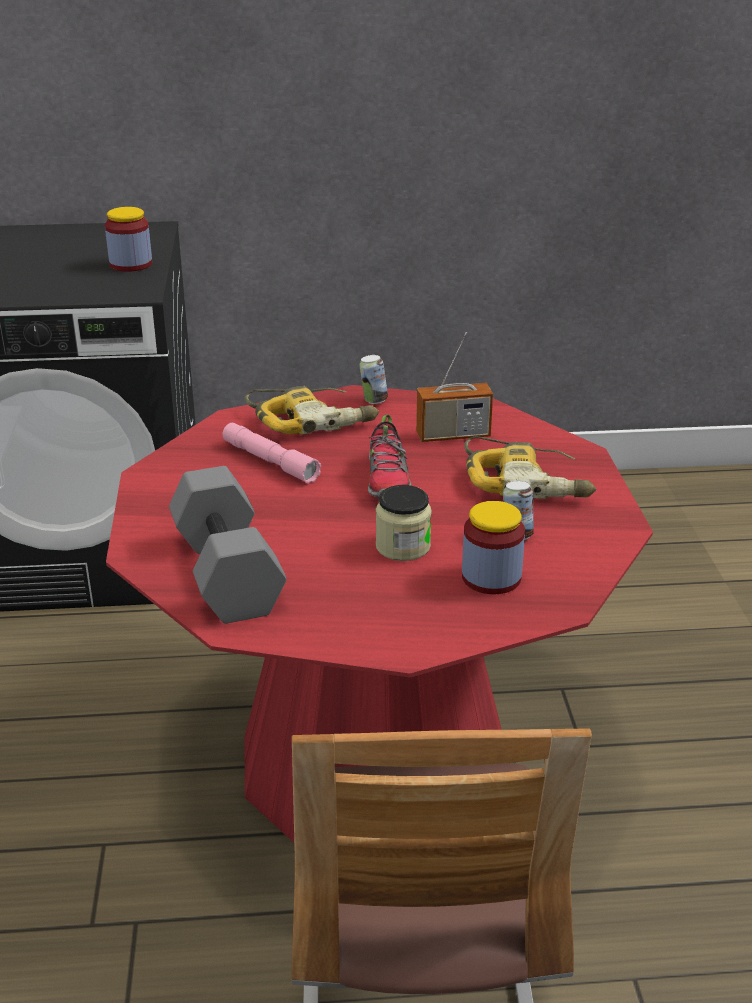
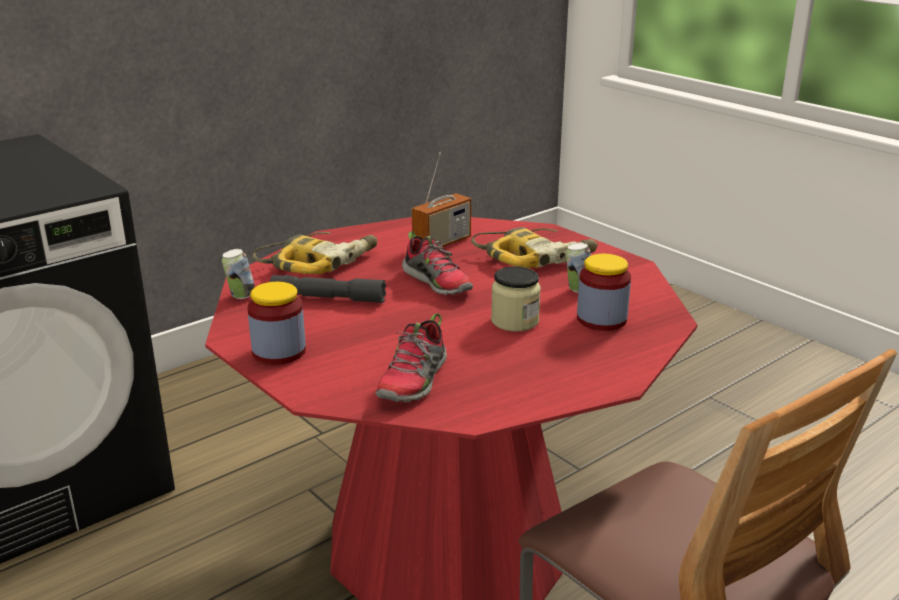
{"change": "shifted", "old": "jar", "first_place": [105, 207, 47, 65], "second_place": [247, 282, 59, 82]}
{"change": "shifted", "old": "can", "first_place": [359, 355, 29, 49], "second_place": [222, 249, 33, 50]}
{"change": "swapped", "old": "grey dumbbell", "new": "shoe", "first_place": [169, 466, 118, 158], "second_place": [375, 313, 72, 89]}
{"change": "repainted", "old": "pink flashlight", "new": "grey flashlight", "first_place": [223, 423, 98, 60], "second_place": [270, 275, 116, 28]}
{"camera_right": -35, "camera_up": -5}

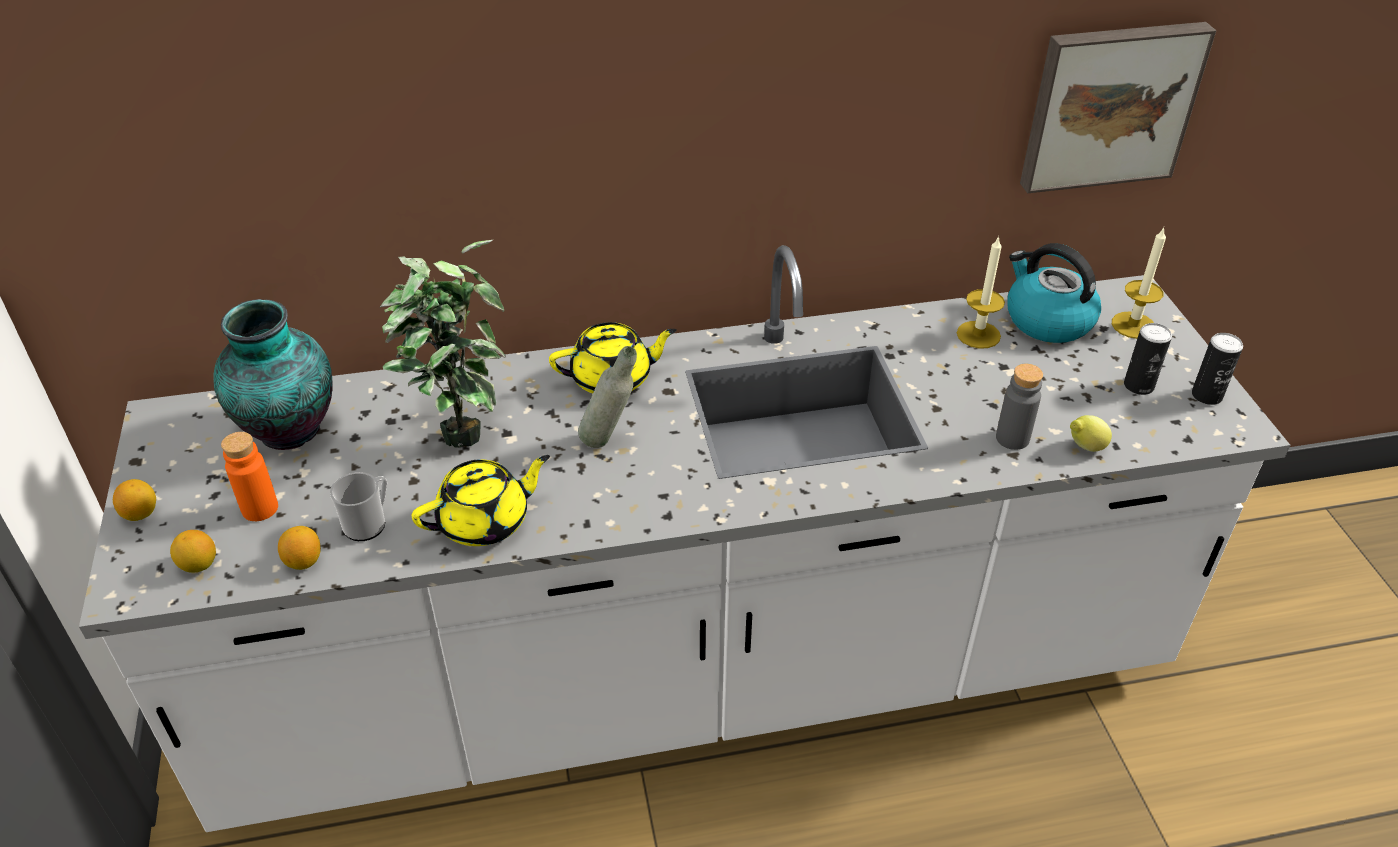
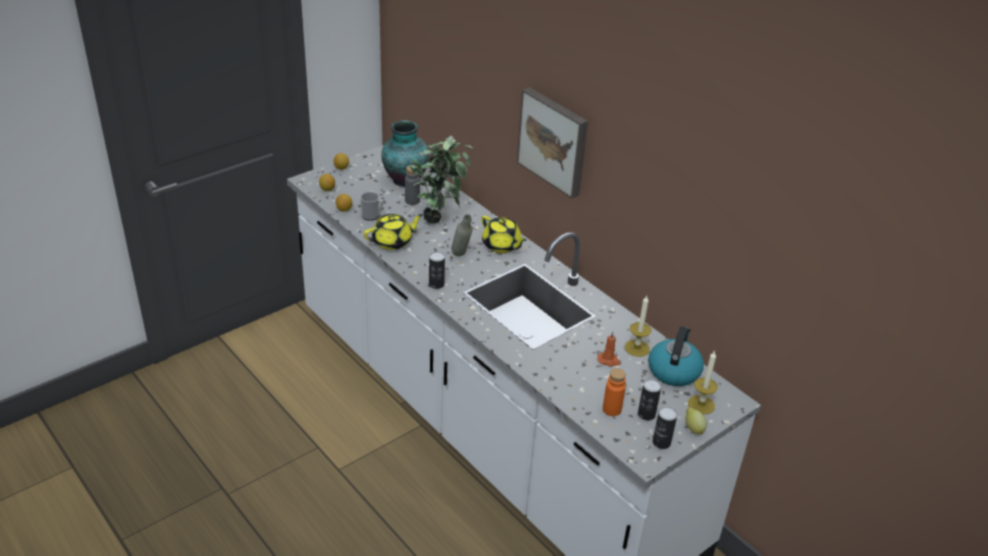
{"change": "new", "new": "can", "second_place": [429, 252, 16, 37]}
{"change": "new", "new": "orange candle", "second_place": [597, 332, 24, 34]}
{"change": "shifted", "old": "orange bottle", "first_place": [221, 432, 57, 89], "second_place": [603, 368, 23, 48]}
{"change": "shifted", "old": "grey bottle", "first_place": [996, 364, 47, 86], "second_place": [405, 165, 15, 40]}
{"change": "shifted", "old": "picture", "first_place": [1020, 22, 196, 171], "second_place": [517, 87, 71, 112]}
{"change": "shifted", "old": "lemon", "first_place": [1070, 415, 42, 37], "second_place": [686, 407, 21, 27]}
{"change": "rotated", "old": "yellow teapot", "first_place": [412, 455, 138, 91], "second_place": [364, 214, 59, 36], "degrees": -60}
{"camera_right": 60, "camera_up": -5}

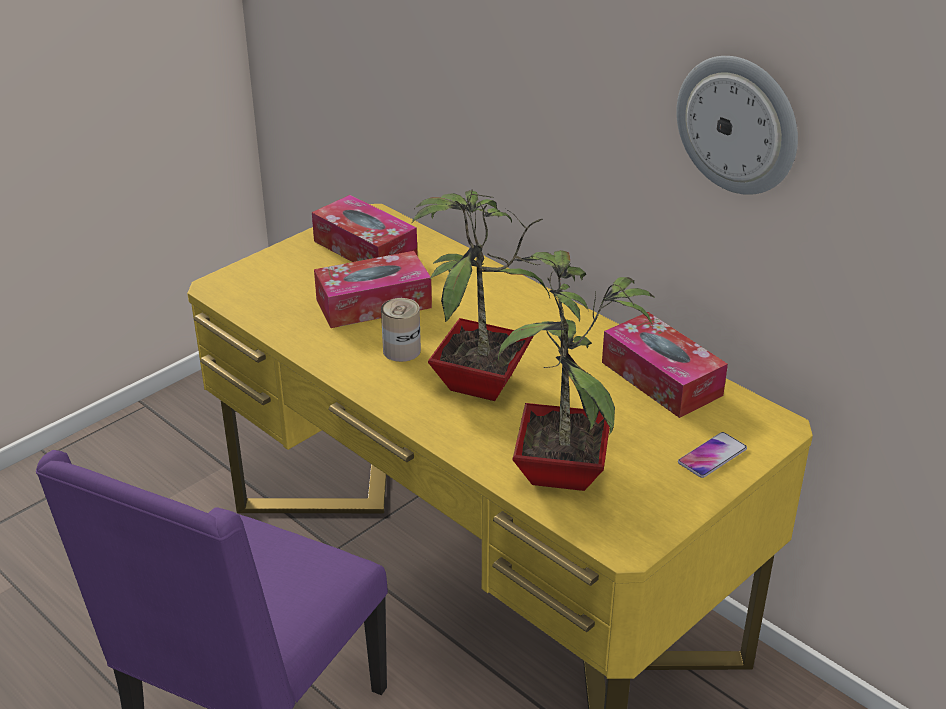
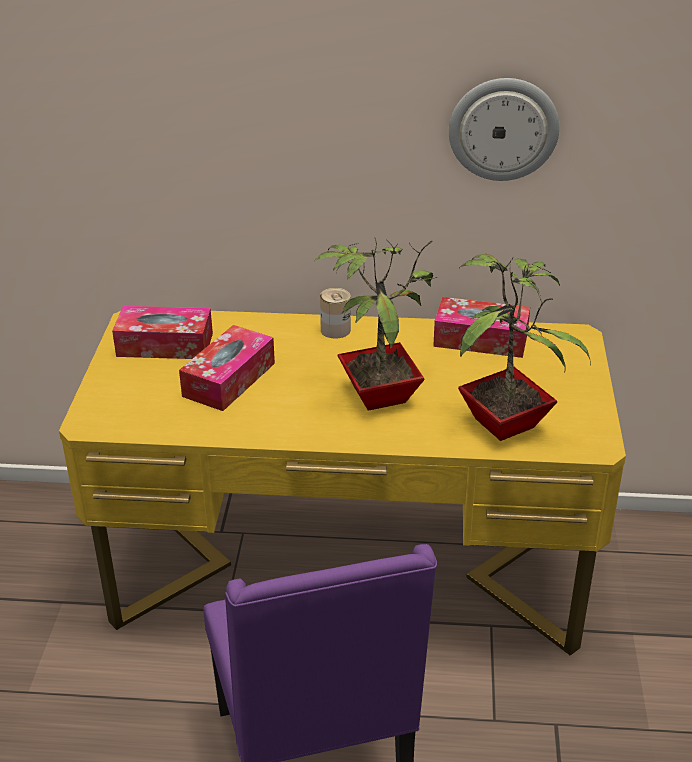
{"change": "gone", "old": "phone", "first_place": [678, 432, 69, 46]}
{"change": "shifted", "old": "can", "first_place": [381, 298, 40, 64], "second_place": [320, 288, 31, 50]}
{"camera_right": -40, "camera_up": 0}

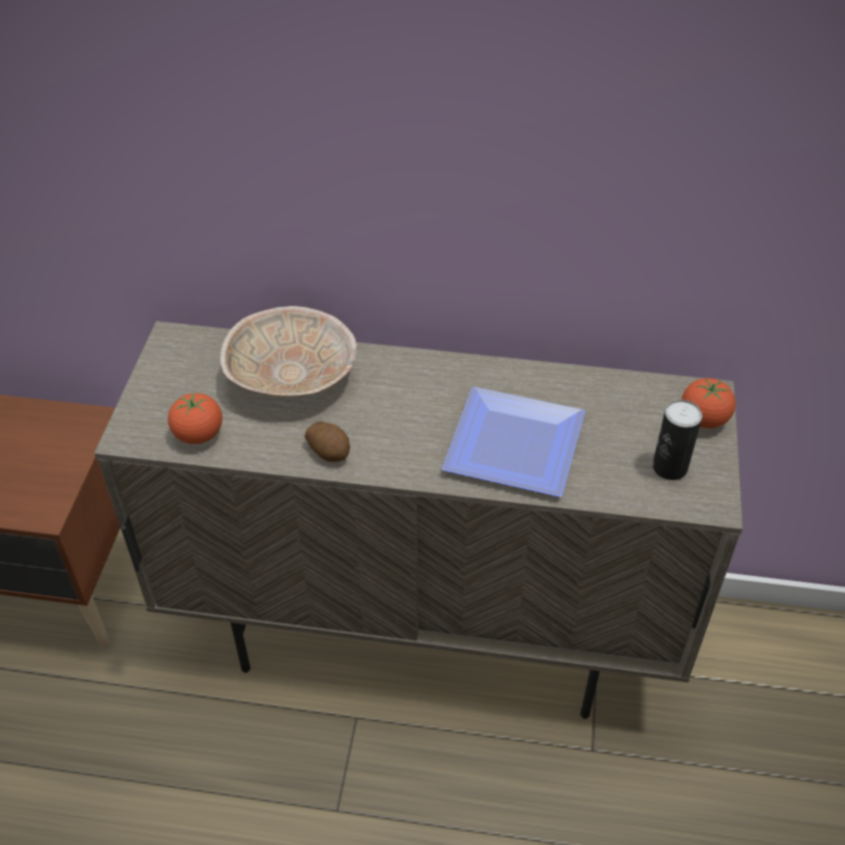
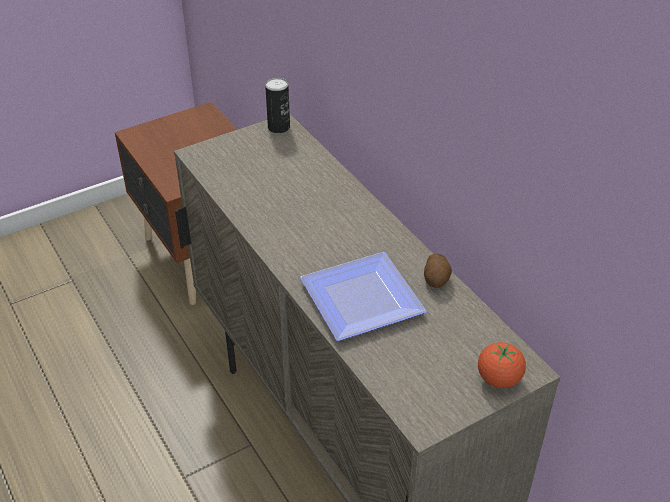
{"change": "gone", "old": "tomato", "first_place": [168, 392, 54, 52]}
{"change": "gone", "old": "beige bowl", "first_place": [220, 306, 137, 91]}
{"change": "shifted", "old": "potato", "first_place": [305, 421, 45, 41], "second_place": [424, 254, 28, 34]}
{"change": "shifted", "old": "can", "first_place": [653, 400, 49, 80], "second_place": [265, 78, 25, 55]}
{"camera_right": 50, "camera_up": -5}

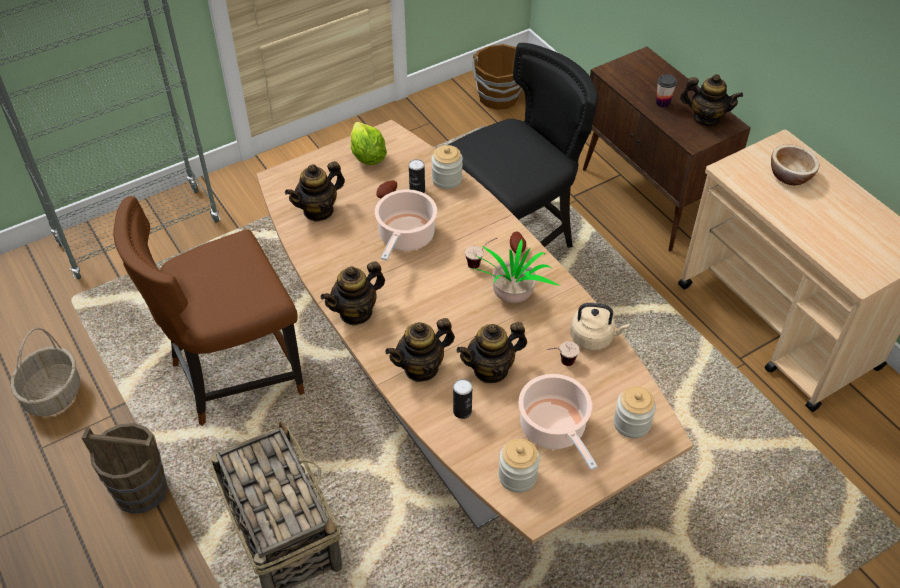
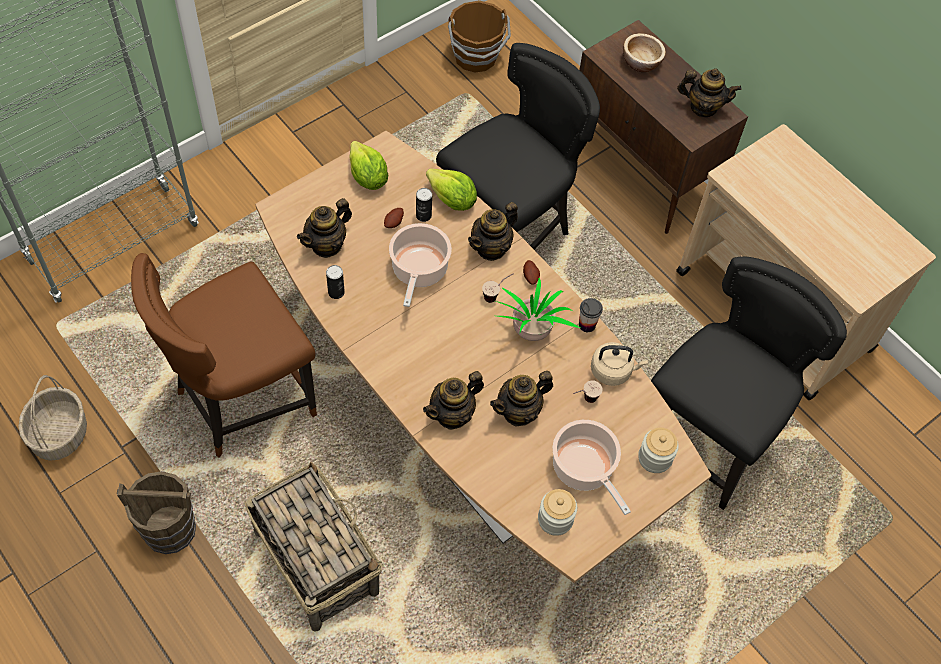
{"change": "new", "new": "black chair", "second_place": [651, 256, 196, 254]}
{"change": "shifted", "old": "teapot", "first_place": [320, 261, 65, 64], "second_place": [468, 202, 50, 59]}
{"change": "shifted", "old": "can", "first_place": [453, 379, 19, 40], "second_place": [326, 265, 19, 34]}
{"change": "shifted", "old": "cup", "first_place": [656, 74, 21, 34], "second_place": [579, 298, 24, 34]}
{"change": "shifted", "old": "bowl", "first_place": [771, 144, 48, 41], "second_place": [623, 33, 43, 39]}
{"change": "swapped", "old": "jar", "new": "lettuce", "first_place": [431, 145, 32, 44], "second_place": [426, 168, 51, 43]}
{"camera_right": -10, "camera_up": 10}

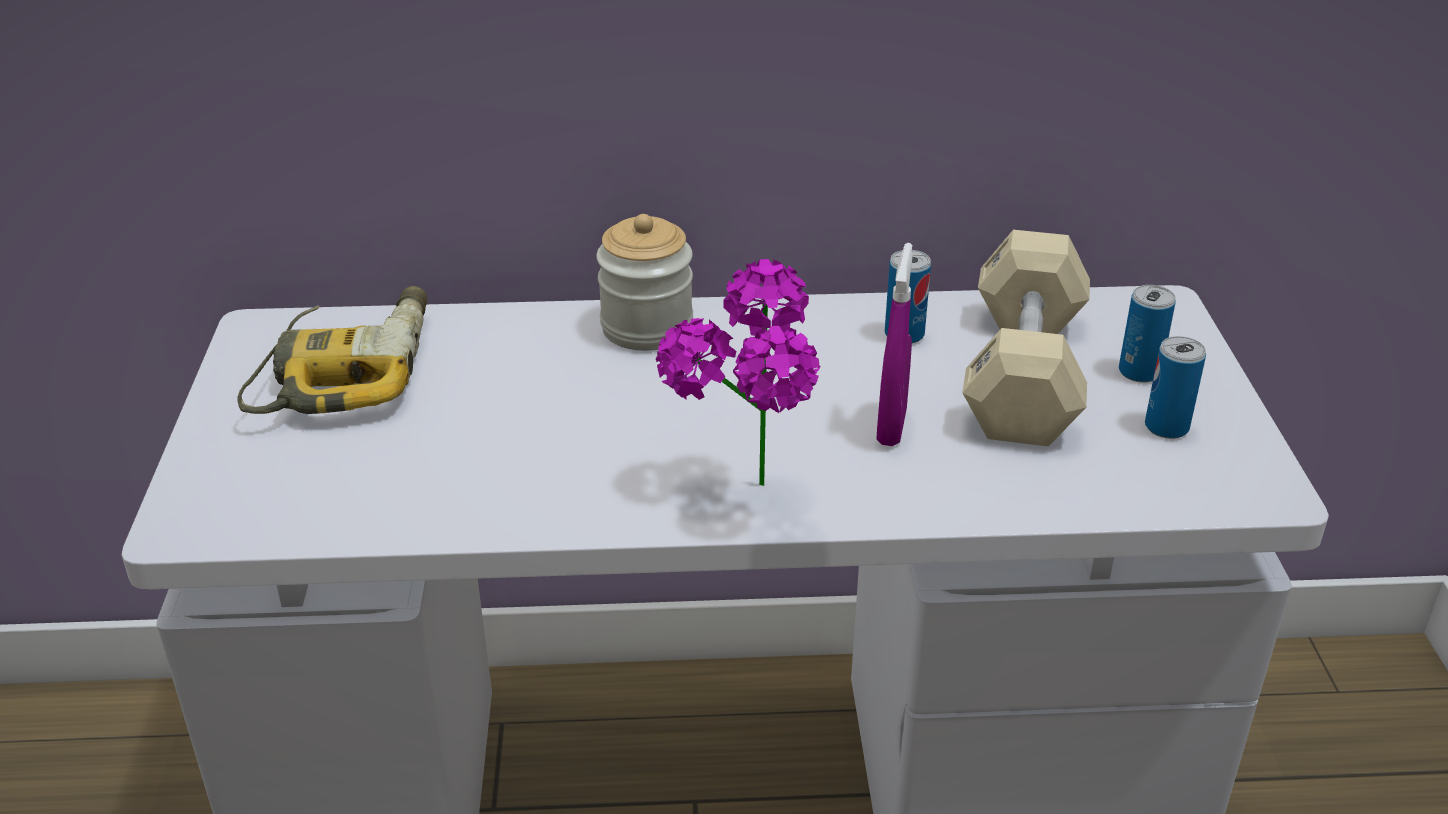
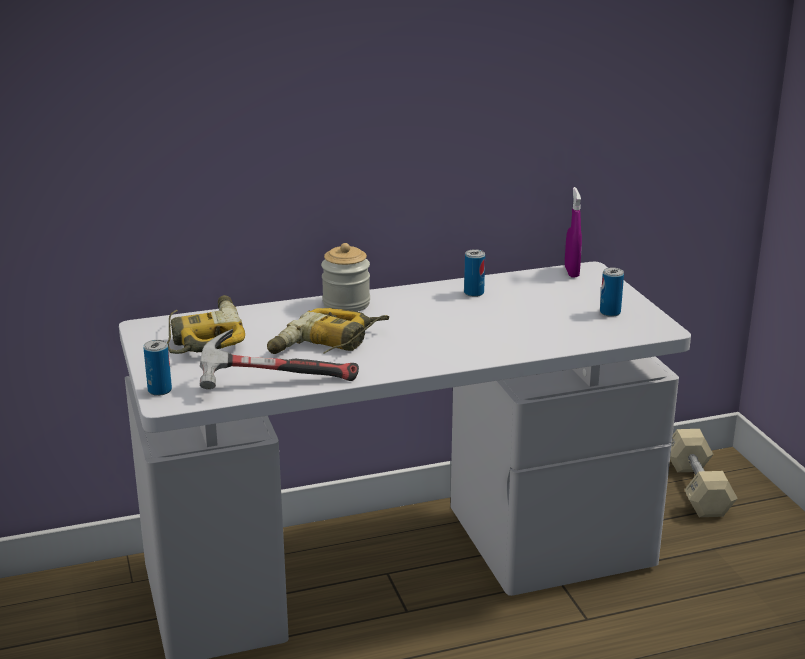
{"change": "gone", "old": "potted plant", "first_place": [656, 259, 165, 227]}
{"change": "new", "new": "hammer", "second_place": [200, 329, 159, 60]}
{"change": "new", "new": "power drill", "second_place": [267, 308, 122, 46]}
{"change": "shifted", "old": "purple spray bottle", "first_place": [876, 243, 37, 203], "second_place": [565, 187, 17, 90]}
{"change": "shifted", "old": "beige dumbbell", "first_place": [962, 230, 128, 216], "second_place": [670, 429, 68, 88]}
{"change": "shifted", "old": "can", "first_place": [1119, 285, 57, 98], "second_place": [144, 340, 28, 56]}
{"camera_right": -15, "camera_up": -10}

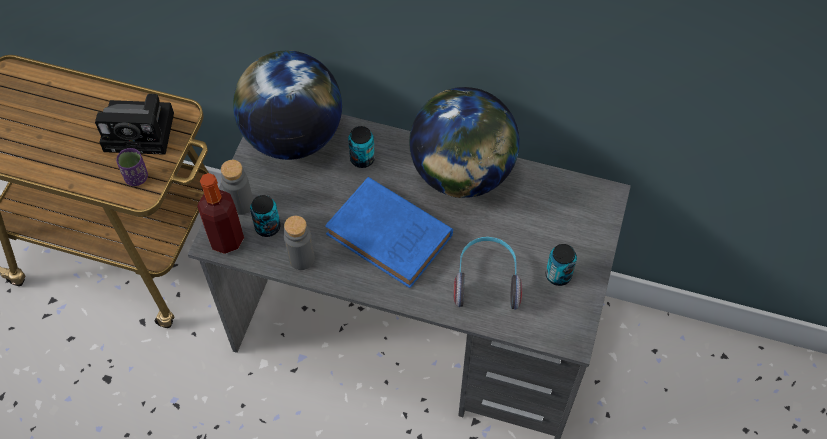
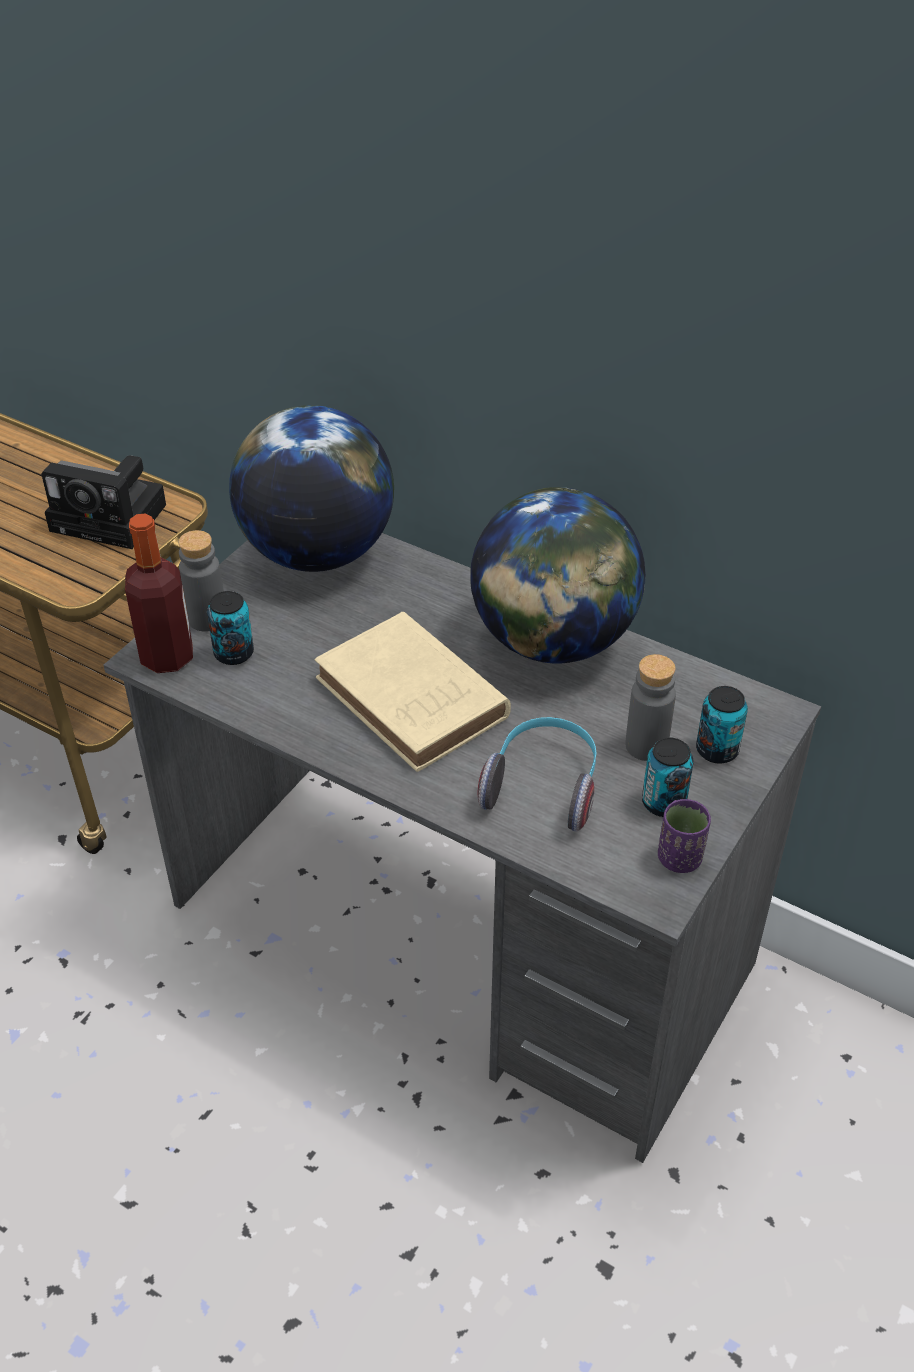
{"change": "shifted", "old": "purple cup", "first_place": [116, 148, 32, 38], "second_place": [658, 799, 53, 74]}
{"change": "shifted", "old": "grey bottle", "first_place": [284, 216, 31, 54], "second_place": [625, 654, 51, 107]}
{"change": "shifted", "old": "can", "first_place": [348, 126, 27, 42], "second_place": [696, 686, 52, 78]}
{"change": "repainted", "old": "blue book", "new": "beige book", "first_place": [325, 177, 128, 111], "second_place": [315, 612, 196, 160]}
{"camera_right": 15, "camera_up": -15}

